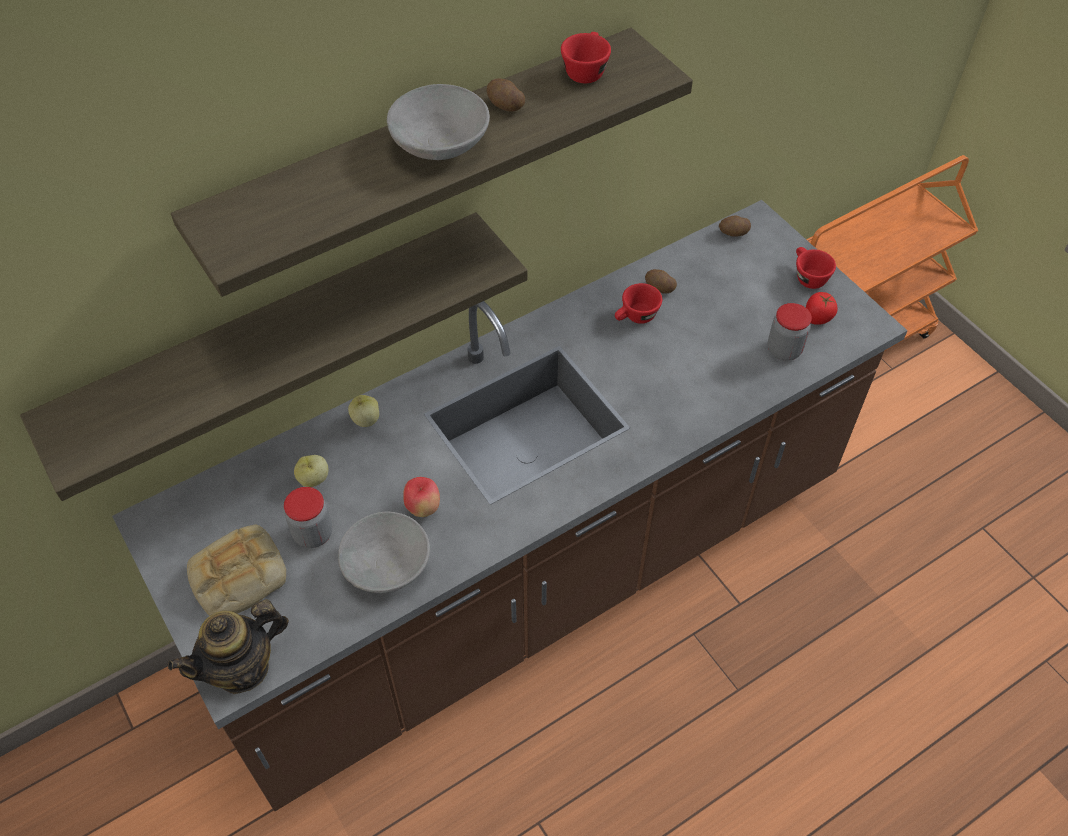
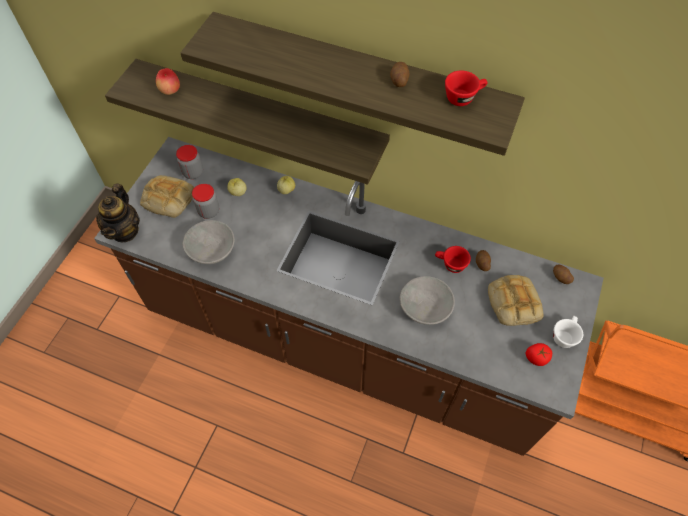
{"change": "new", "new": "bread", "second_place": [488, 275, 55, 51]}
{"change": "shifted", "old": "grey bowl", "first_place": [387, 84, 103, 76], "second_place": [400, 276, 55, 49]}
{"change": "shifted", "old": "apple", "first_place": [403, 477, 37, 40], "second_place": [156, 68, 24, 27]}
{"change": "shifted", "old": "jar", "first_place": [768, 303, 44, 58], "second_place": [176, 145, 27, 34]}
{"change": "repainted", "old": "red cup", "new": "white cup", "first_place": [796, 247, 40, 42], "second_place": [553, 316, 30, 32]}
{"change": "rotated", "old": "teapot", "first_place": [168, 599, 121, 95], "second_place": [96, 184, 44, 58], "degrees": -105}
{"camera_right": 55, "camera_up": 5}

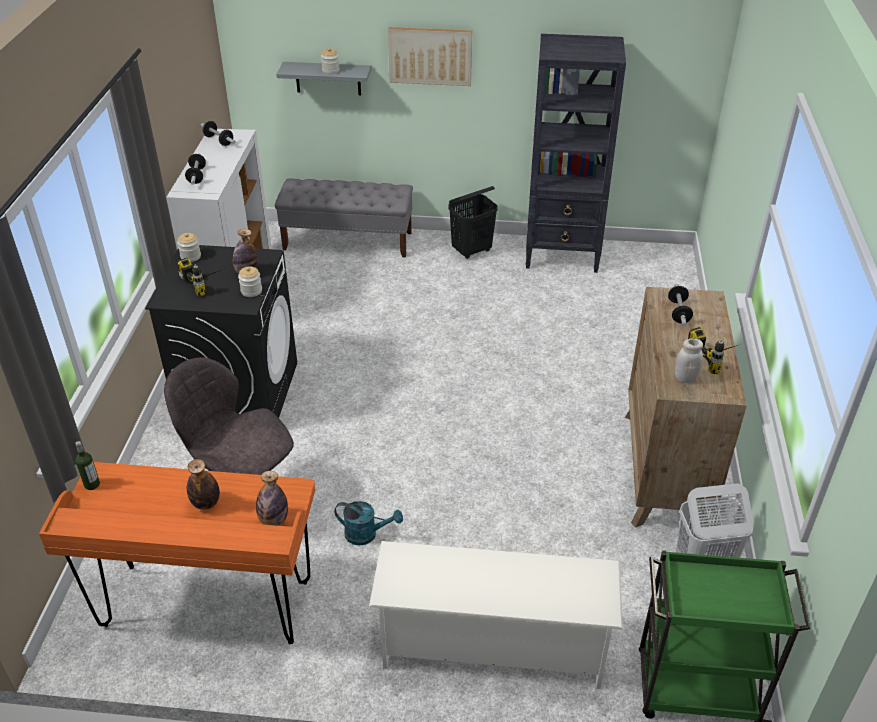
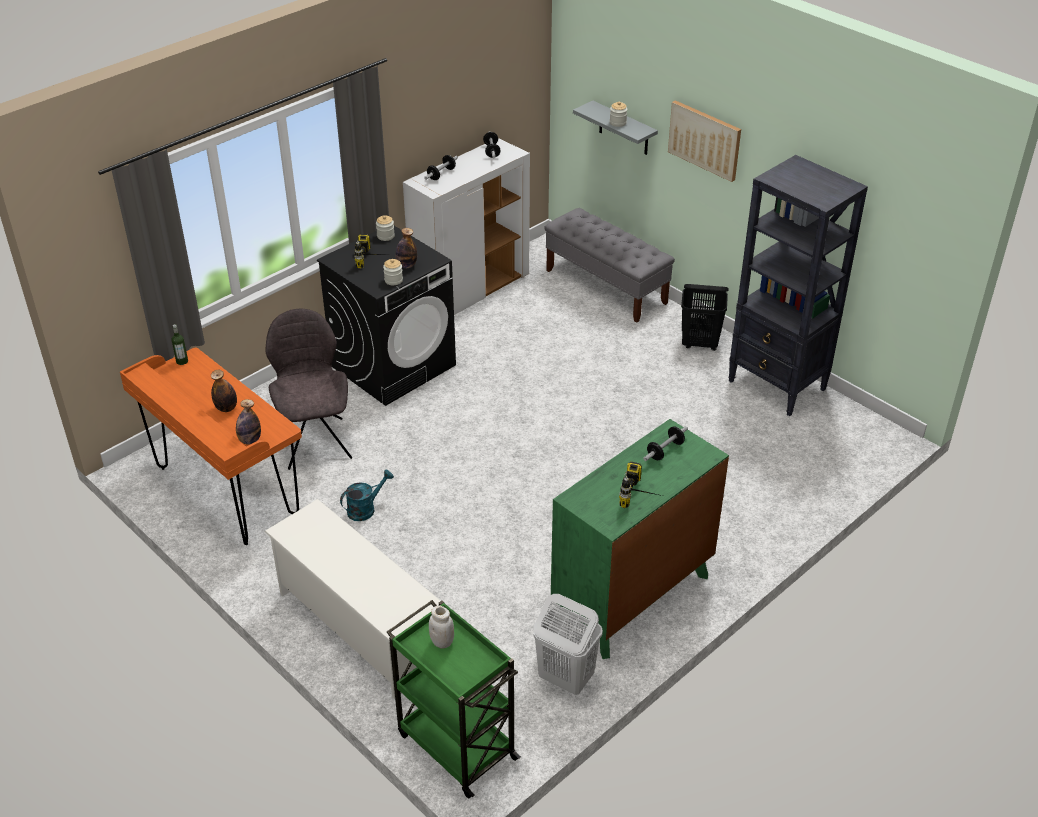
{"change": "shifted", "old": "white jar", "first_place": [675, 339, 28, 44], "second_place": [429, 606, 25, 42]}
{"change": "repainted", "old": "brown dresser", "new": "green dresser", "first_place": [625, 287, 122, 241], "second_place": [551, 419, 178, 240]}
{"change": "rotated", "old": "turquoise watering can", "first_place": [334, 501, 69, 44], "second_place": [340, 470, 54, 51], "degrees": -90}
{"camera_right": 40, "camera_up": 0}

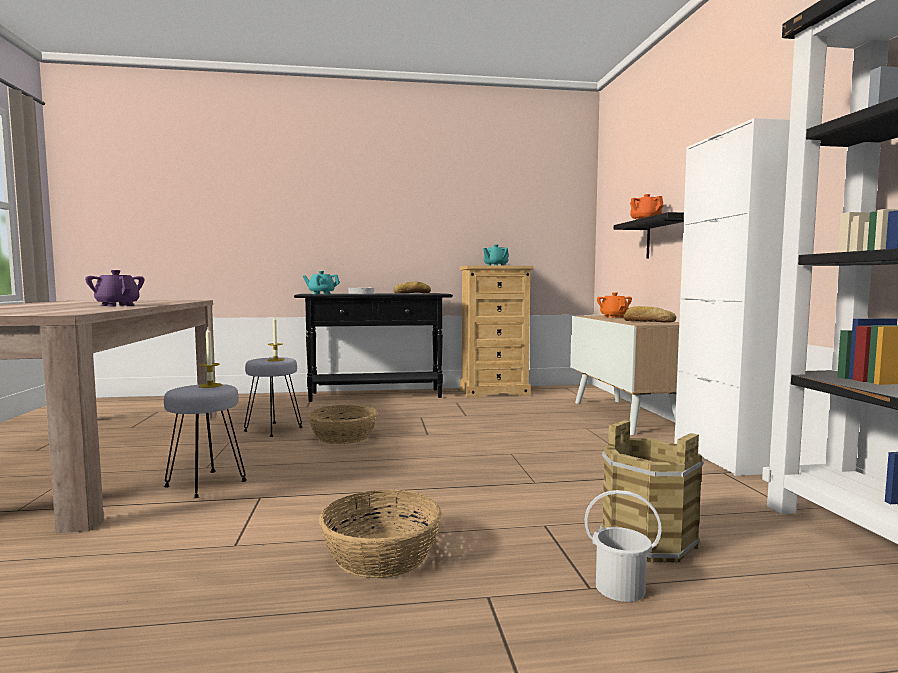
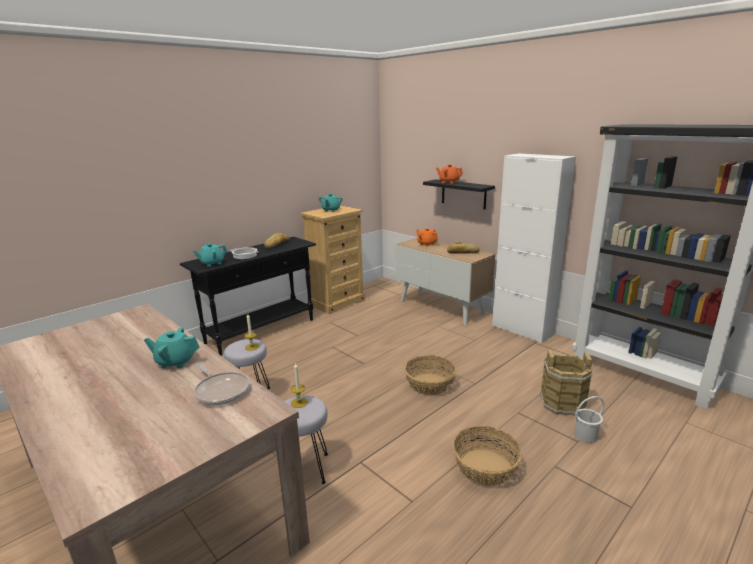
{"change": "new", "new": "frying pan", "second_place": [194, 364, 55, 41]}
{"change": "shifted", "old": "basket", "first_place": [308, 405, 70, 39], "second_place": [404, 355, 52, 40]}
{"change": "repainted", "old": "purple teapot", "new": "turquoise teapot", "first_place": [85, 270, 59, 37], "second_place": [144, 328, 55, 40]}
{"camera_right": -35, "camera_up": 15}

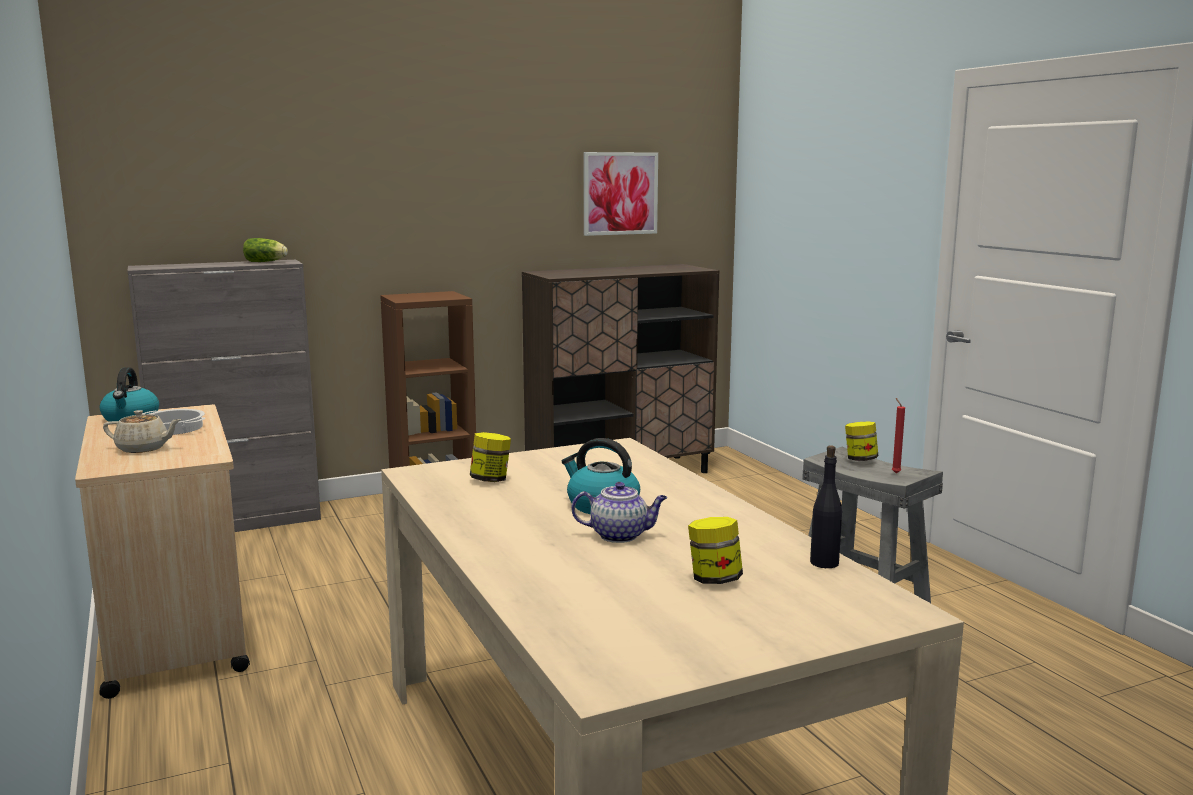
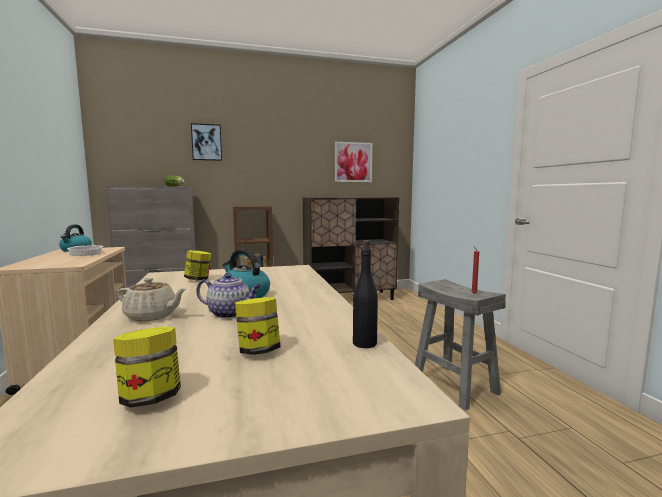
{"change": "new", "new": "picture", "second_place": [191, 123, 31, 38]}
{"change": "shifted", "old": "beige teapot", "first_place": [103, 410, 78, 43], "second_place": [117, 278, 69, 43]}
{"change": "shifted", "old": "jar", "first_place": [845, 421, 33, 40], "second_place": [113, 327, 68, 81]}
{"camera_right": 10, "camera_up": -5}

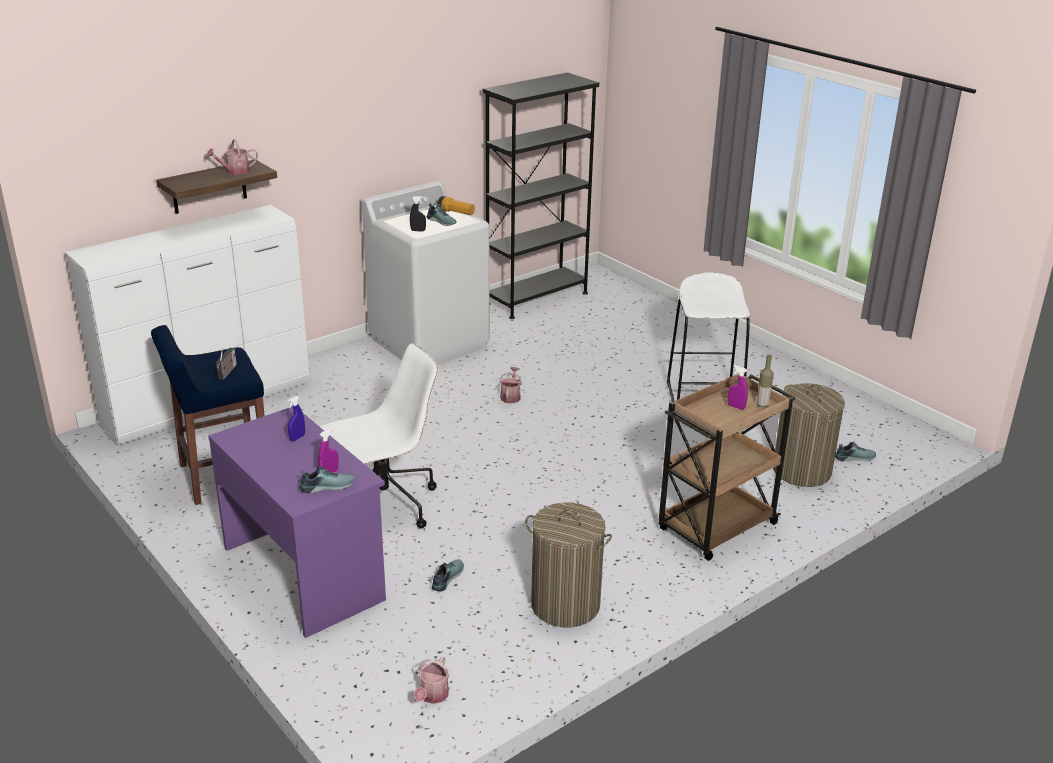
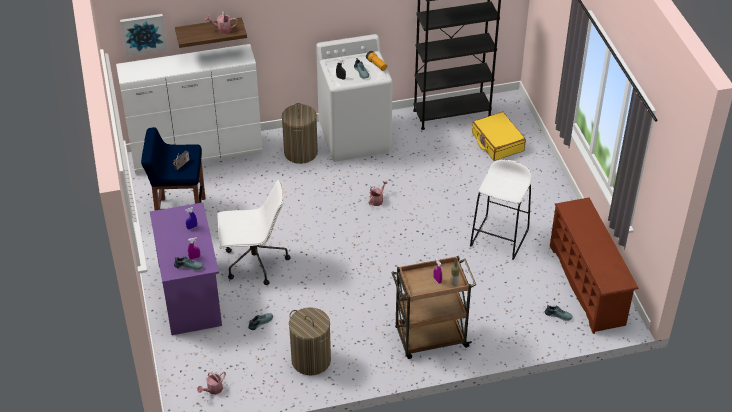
{"change": "new", "new": "picture", "second_place": [120, 14, 47, 42]}
{"change": "new", "new": "yellow suitcase", "second_place": [472, 112, 54, 49]}
{"change": "new", "new": "brown shoe rack", "second_place": [550, 198, 88, 136]}
{"change": "shifted", "old": "laundry basket", "first_place": [773, 383, 72, 104], "second_place": [282, 103, 36, 61]}
{"camera_right": 25, "camera_up": 15}

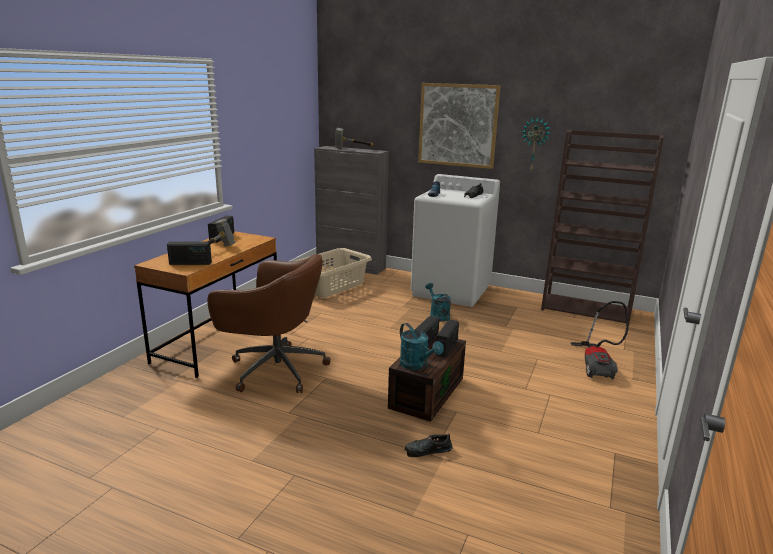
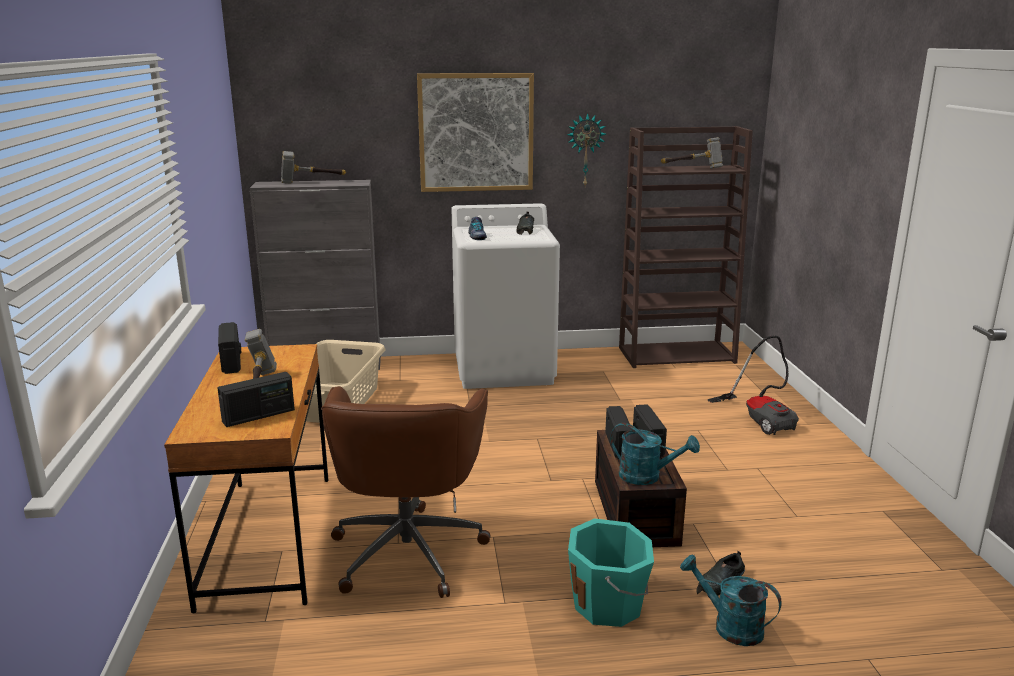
{"change": "new", "new": "turquoise bucket", "second_place": [568, 518, 86, 109]}
{"change": "new", "new": "hammer", "second_place": [661, 137, 62, 32]}
{"change": "shifted", "old": "turquoise watering can", "first_place": [425, 283, 26, 39], "second_place": [680, 554, 102, 92]}
{"change": "rotated", "old": "brown office chair", "first_place": [207, 254, 124, 139], "second_place": [321, 386, 170, 212], "degrees": 105}
{"camera_right": -30, "camera_up": 0}

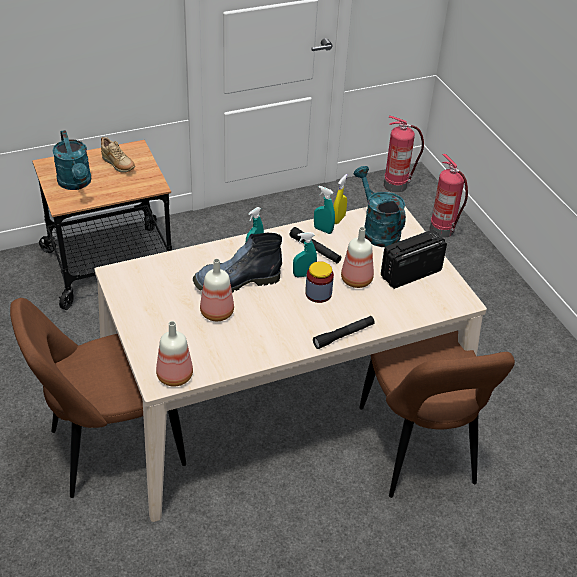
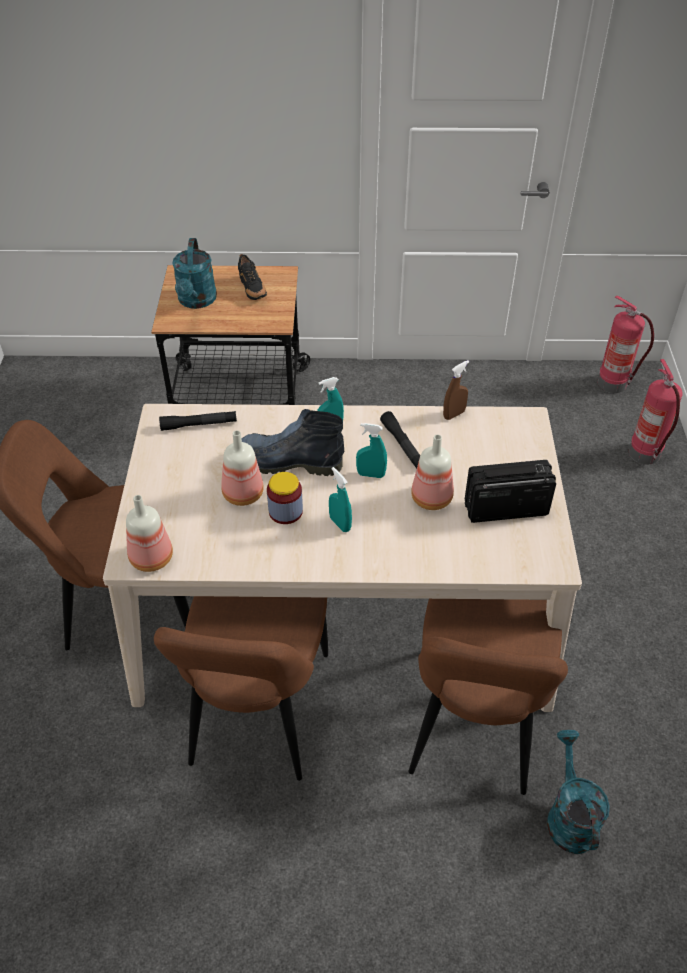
{"change": "new", "new": "brown chair", "second_place": [154, 596, 174, 185]}
{"change": "shifted", "old": "jar", "first_place": [305, 261, 29, 42], "second_place": [267, 472, 36, 52]}
{"change": "shifted", "old": "black flashlight", "first_place": [313, 316, 62, 33], "second_place": [159, 411, 78, 20]}
{"change": "shifted", "old": "turquoise spray bottle", "first_place": [314, 186, 21, 48], "second_place": [329, 467, 23, 65]}
{"change": "shifted", "old": "turquoise watering can", "first_place": [354, 166, 52, 81], "second_place": [547, 730, 63, 124]}
{"change": "repainted", "old": "beige shoe", "new": "black shoe", "first_place": [101, 137, 34, 36], "second_place": [238, 254, 29, 46]}
{"change": "repainted", "old": "yellow spray bottle", "new": "brown spray bottle", "first_place": [333, 174, 15, 50], "second_place": [443, 360, 26, 60]}
{"camera_right": 25, "camera_up": 5}

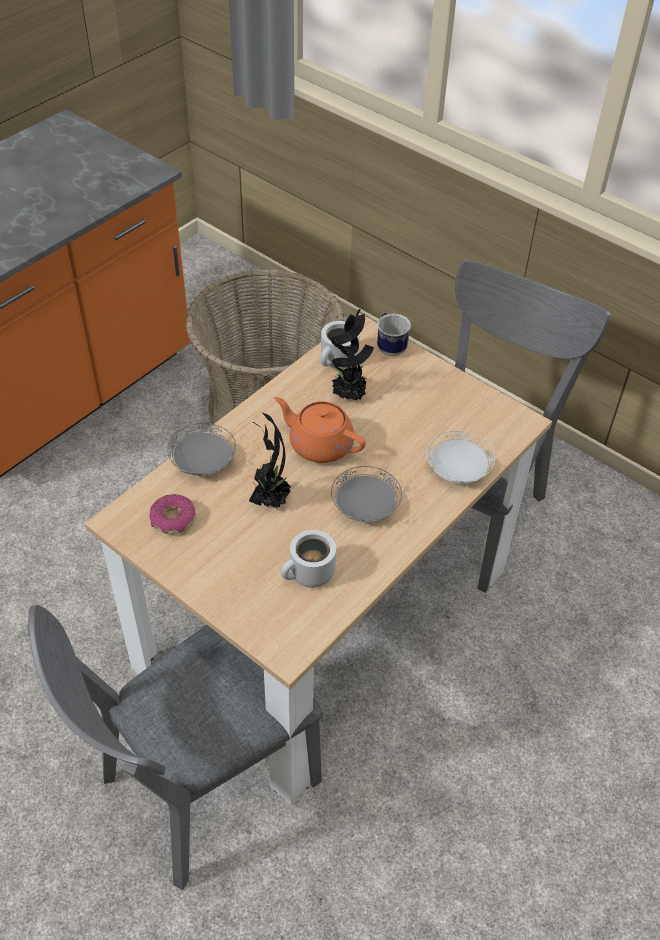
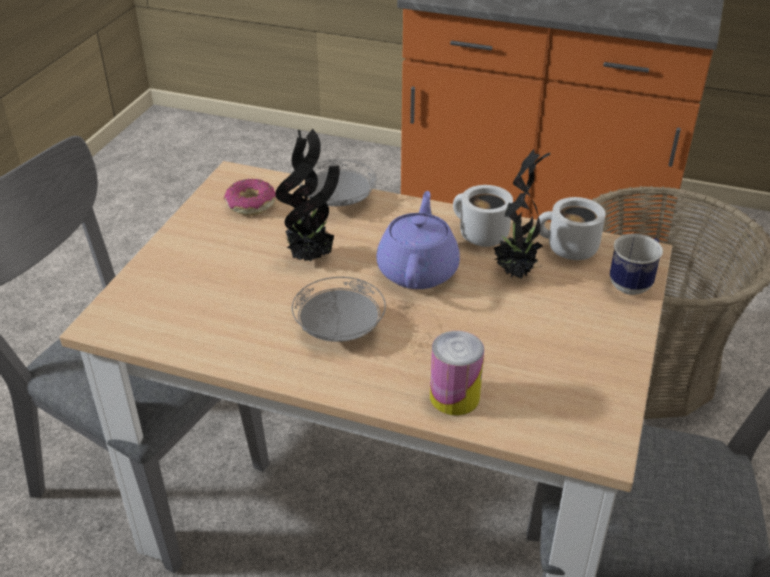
{"change": "shifted", "old": "white mug", "first_place": [281, 530, 55, 58], "second_place": [453, 185, 60, 62]}
{"change": "swapped", "old": "white plate", "new": "can", "first_place": [427, 430, 68, 53], "second_place": [430, 331, 54, 84]}
{"change": "repainted", "old": "orange teapot", "new": "purple teapot", "first_place": [274, 397, 92, 66], "second_place": [376, 191, 84, 98]}
{"camera_right": 70, "camera_up": -10}

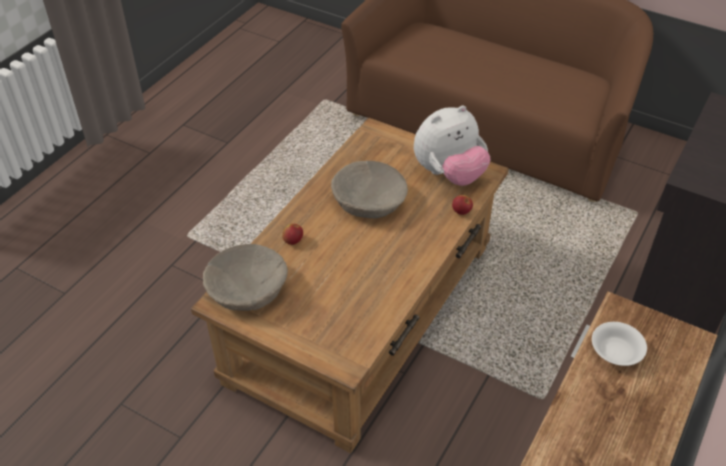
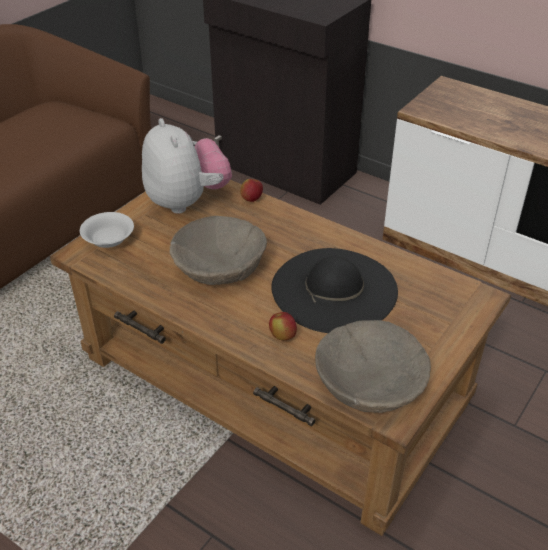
{"change": "new", "new": "black hat", "second_place": [271, 248, 127, 85]}
{"change": "shifted", "old": "white bowl", "first_place": [592, 322, 55, 44], "second_place": [80, 212, 54, 36]}
{"camera_right": -85, "camera_up": -5}

